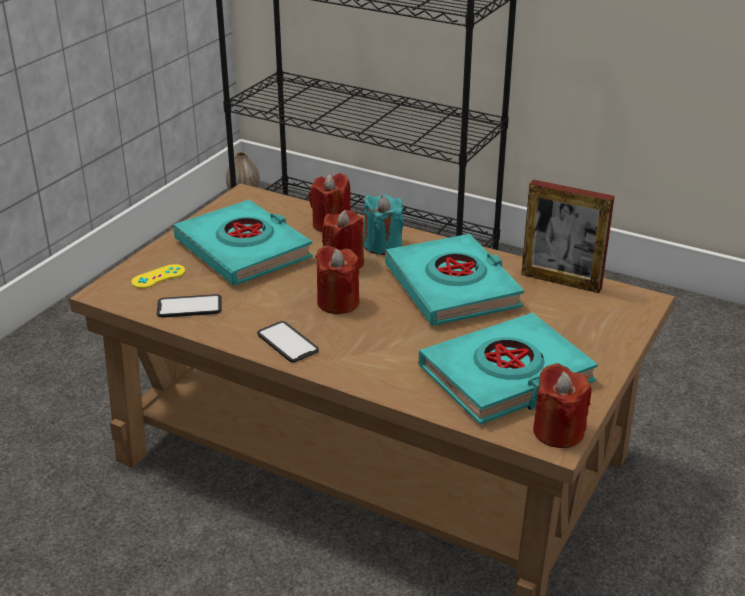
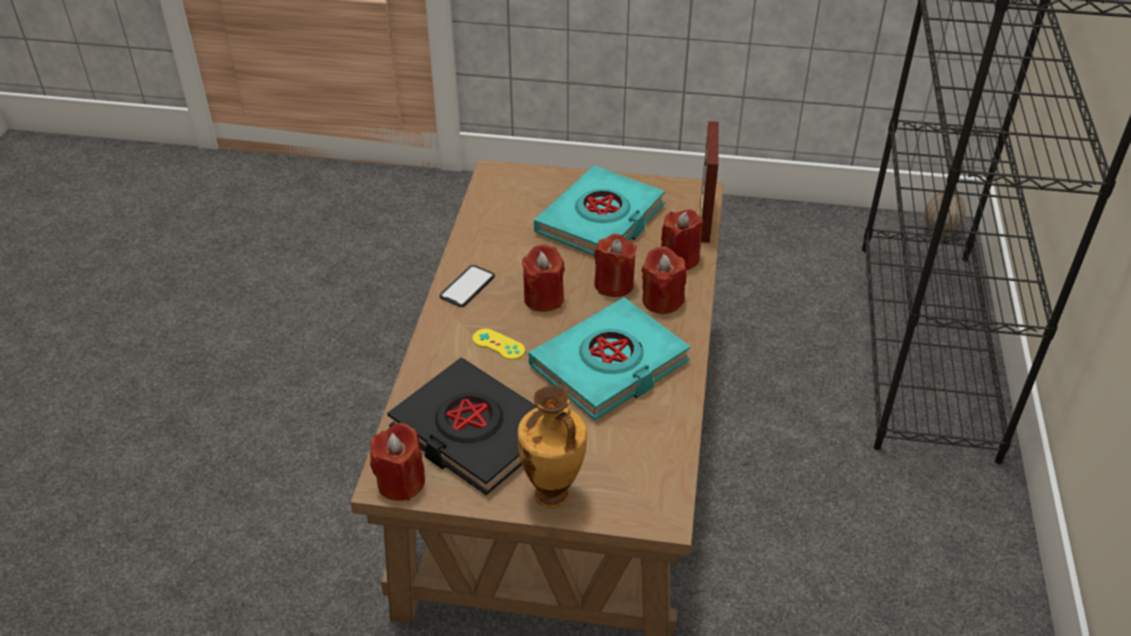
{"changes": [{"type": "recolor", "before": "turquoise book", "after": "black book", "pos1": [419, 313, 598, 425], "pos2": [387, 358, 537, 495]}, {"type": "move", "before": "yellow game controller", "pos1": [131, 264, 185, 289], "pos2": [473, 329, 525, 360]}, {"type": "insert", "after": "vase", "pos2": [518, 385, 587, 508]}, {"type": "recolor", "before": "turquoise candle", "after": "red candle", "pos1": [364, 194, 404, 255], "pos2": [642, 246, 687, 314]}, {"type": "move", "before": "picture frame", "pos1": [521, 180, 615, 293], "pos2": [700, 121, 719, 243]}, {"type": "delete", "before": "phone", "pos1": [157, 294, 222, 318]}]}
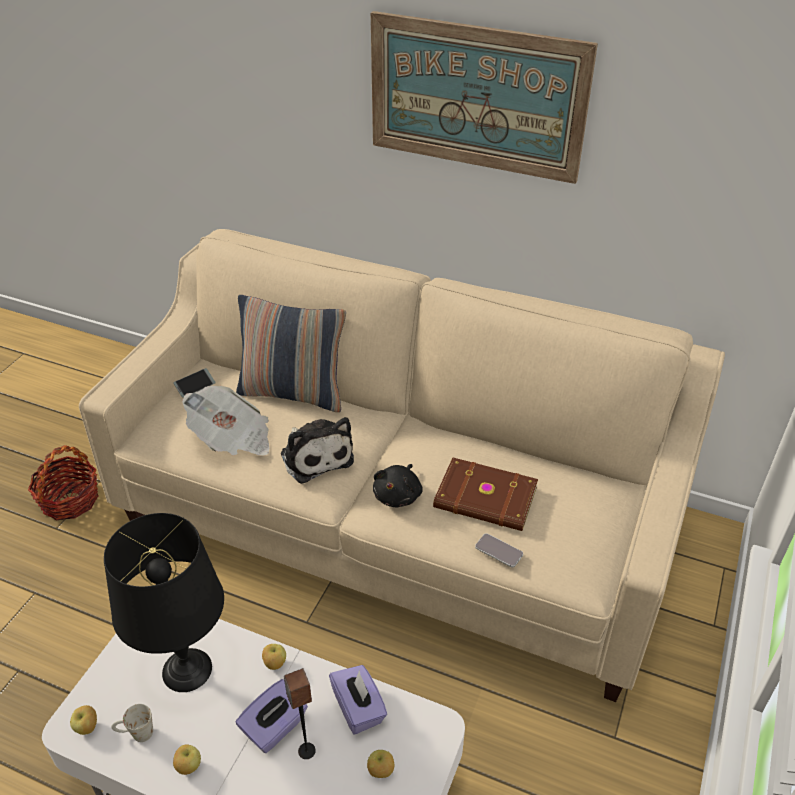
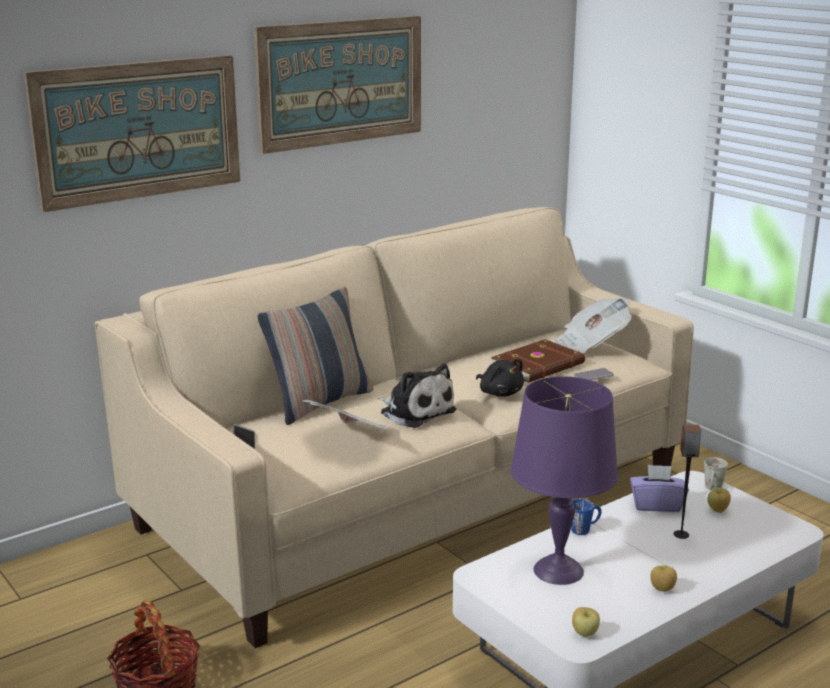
{"changes": [{"type": "insert", "after": "picture", "pos2": [24, 55, 240, 212]}, {"type": "rotate", "before": "plush toy", "pos1": [281, 417, 354, 484], "pos2": [378, 364, 456, 428], "turn": 45}, {"type": "recolor", "before": "black table lamp", "after": "purple table lamp", "pos1": [104, 513, 224, 692], "pos2": [511, 376, 618, 585]}, {"type": "insert", "after": "newspaper", "pos2": [553, 298, 632, 353]}, {"type": "replace", "before": "apple", "after": "blue mug", "pos1": [262, 644, 286, 670], "pos2": [571, 499, 602, 535]}, {"type": "move", "before": "white mug", "pos1": [111, 704, 153, 742], "pos2": [704, 457, 728, 490]}, {"type": "delete", "before": "purple tissue box", "pos1": [236, 679, 308, 753]}]}
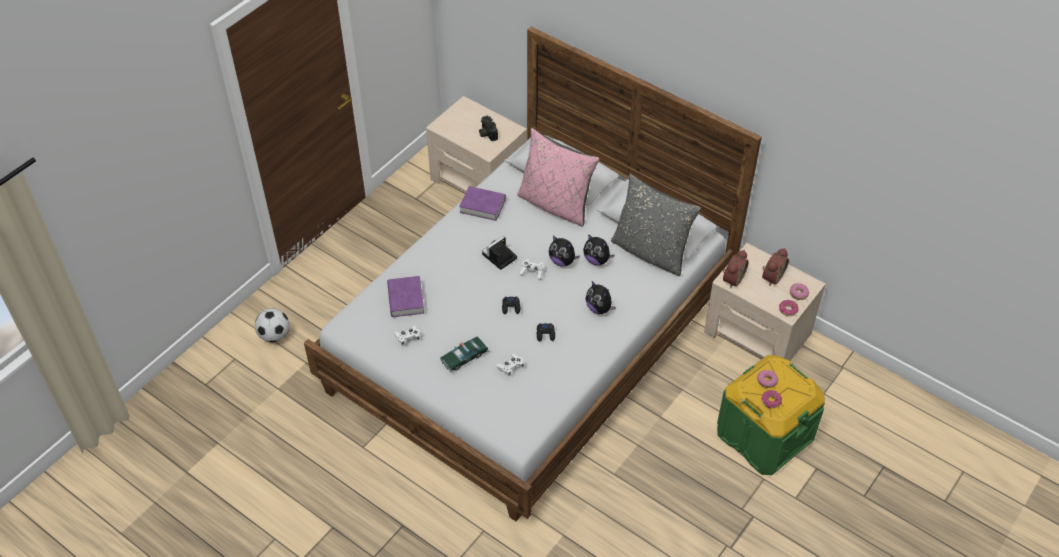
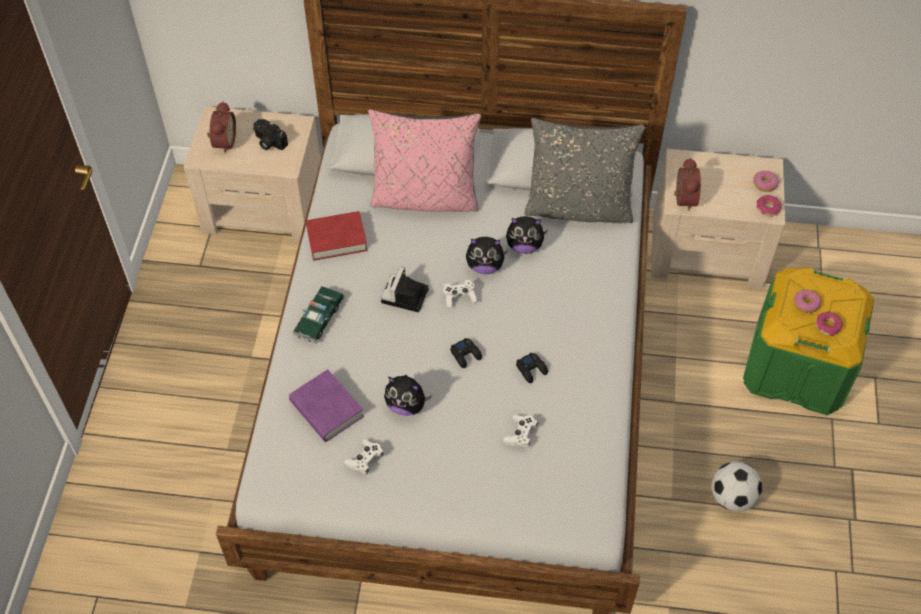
{"changes": [{"type": "move", "before": "alarm clock", "pos1": [762, 248, 789, 286], "pos2": [207, 101, 236, 154]}, {"type": "move", "before": "toy car", "pos1": [440, 336, 489, 373], "pos2": [293, 286, 345, 343]}, {"type": "recolor", "before": "purple book", "after": "red book", "pos1": [459, 186, 506, 221], "pos2": [306, 211, 368, 261]}, {"type": "move", "before": "plush toy", "pos1": [586, 281, 616, 314], "pos2": [384, 375, 432, 416]}, {"type": "move", "before": "football", "pos1": [255, 308, 289, 343], "pos2": [711, 462, 762, 511]}]}
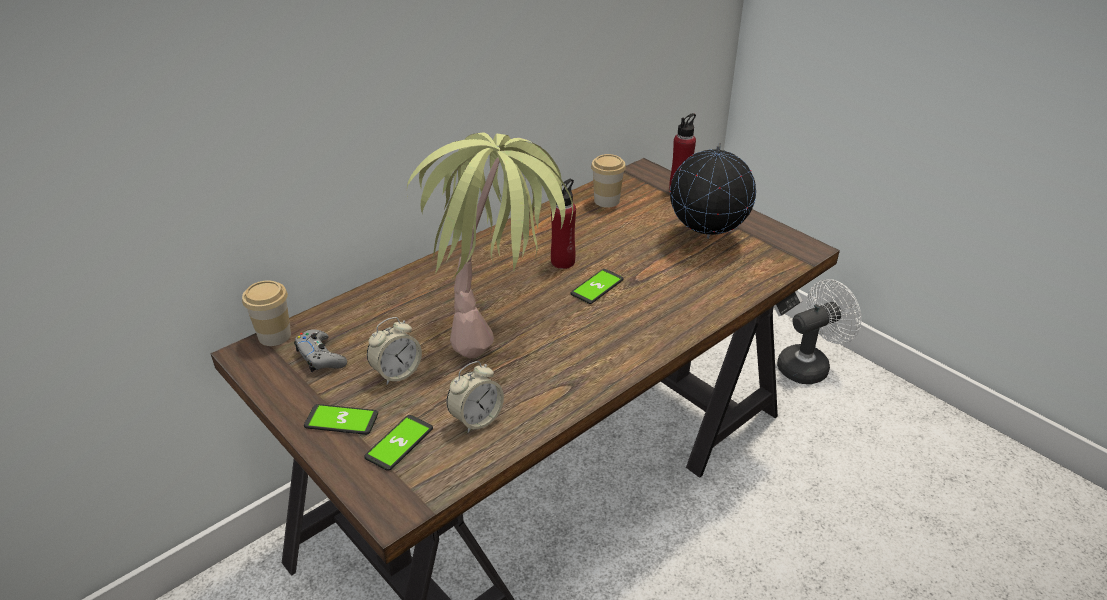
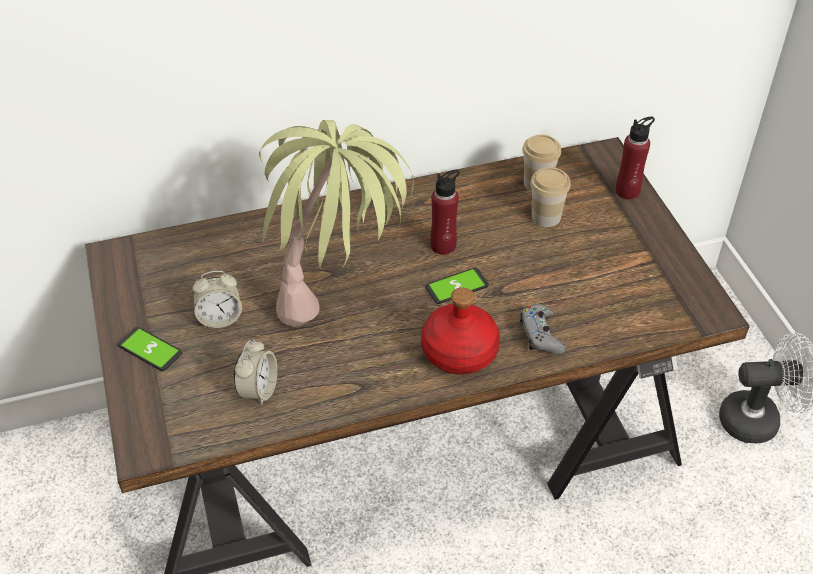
{"changes": [{"type": "rotate", "before": "alarm clock", "pos1": [446, 361, 504, 433], "pos2": [234, 339, 277, 406], "turn": -60}, {"type": "insert", "after": "red bottle", "pos2": [421, 288, 500, 374]}, {"type": "move", "before": "grey game controller", "pos1": [294, 329, 347, 372], "pos2": [520, 304, 565, 354]}, {"type": "move", "before": "cup", "pos1": [242, 280, 291, 346], "pos2": [530, 167, 571, 227]}, {"type": "delete", "before": "phone", "pos1": [364, 415, 433, 471]}, {"type": "delete", "before": "globe", "pos1": [670, 143, 756, 239]}]}
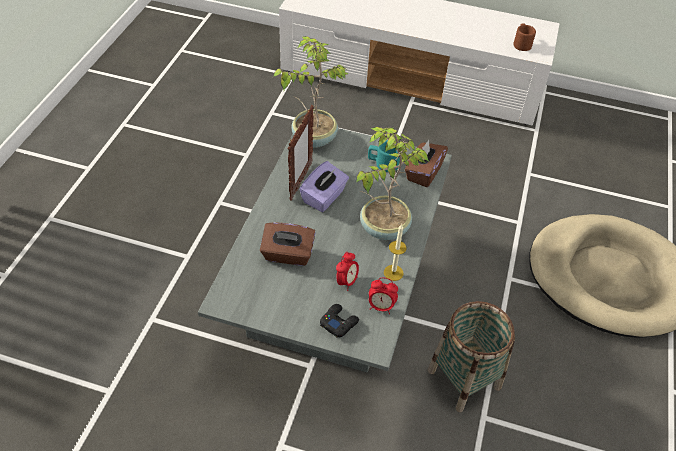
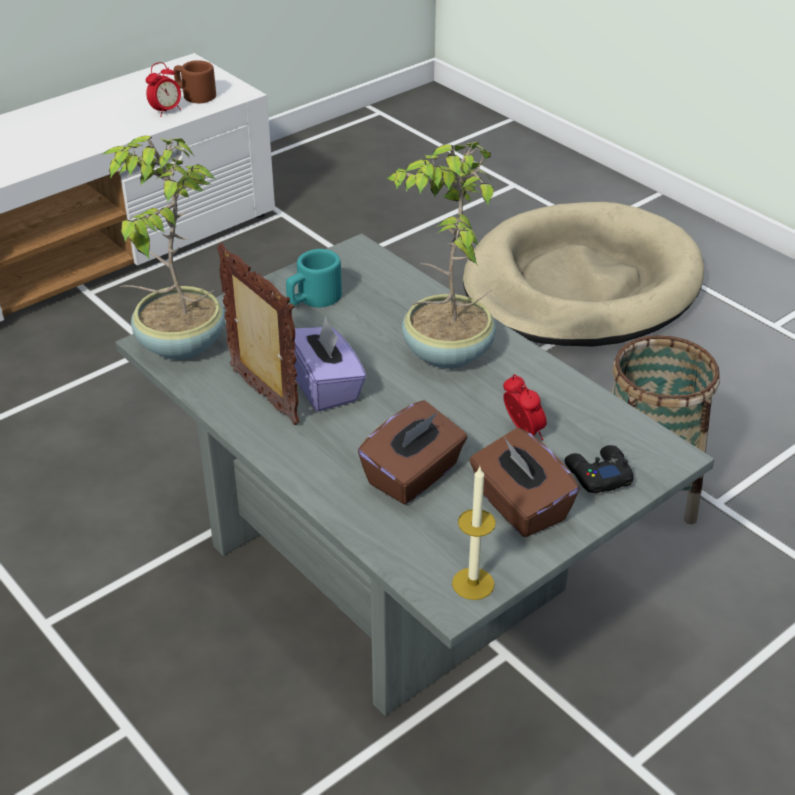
{"changes": [{"type": "move", "before": "alarm clock", "pos1": [369, 277, 398, 314], "pos2": [146, 62, 181, 117]}, {"type": "move", "before": "candle", "pos1": [384, 224, 407, 281], "pos2": [452, 467, 496, 600]}, {"type": "move", "before": "brown tissue box", "pos1": [405, 140, 448, 187], "pos2": [469, 428, 580, 537]}]}
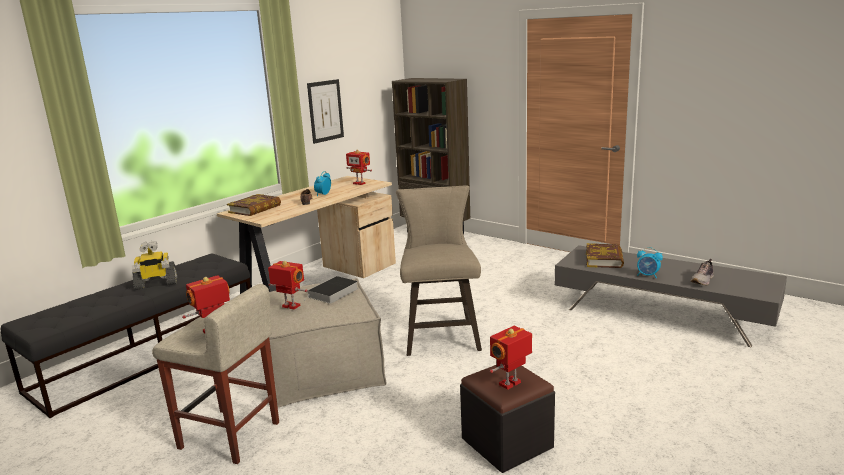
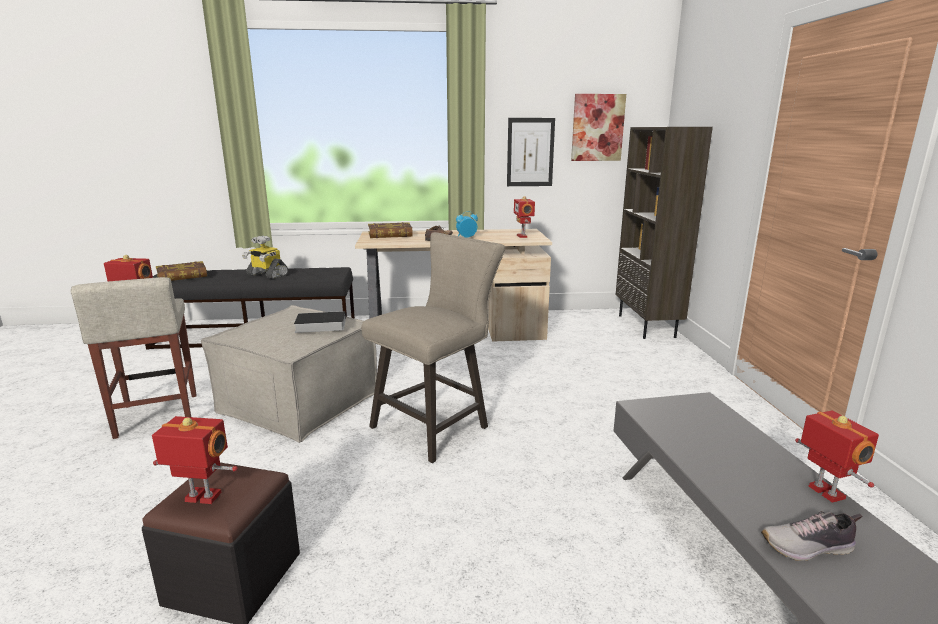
{"changes": [{"type": "move", "before": "book", "pos1": [586, 243, 624, 268], "pos2": [156, 261, 207, 281]}, {"type": "insert", "after": "picture", "pos2": [571, 94, 626, 161]}, {"type": "move", "before": "toy robot", "pos1": [268, 261, 308, 310], "pos2": [795, 411, 879, 503]}, {"type": "delete", "before": "alarm clock", "pos1": [637, 247, 663, 278]}]}
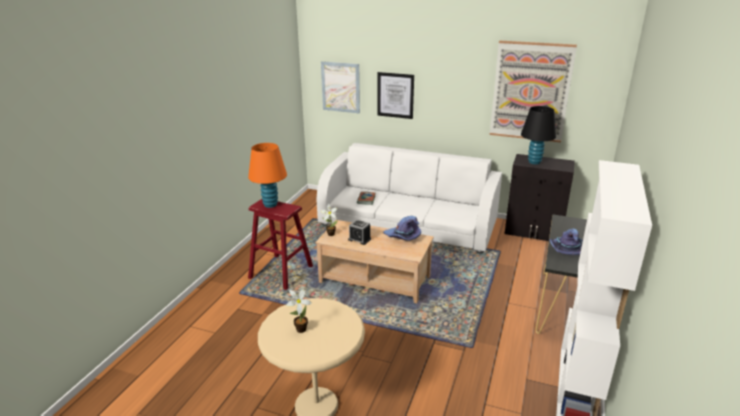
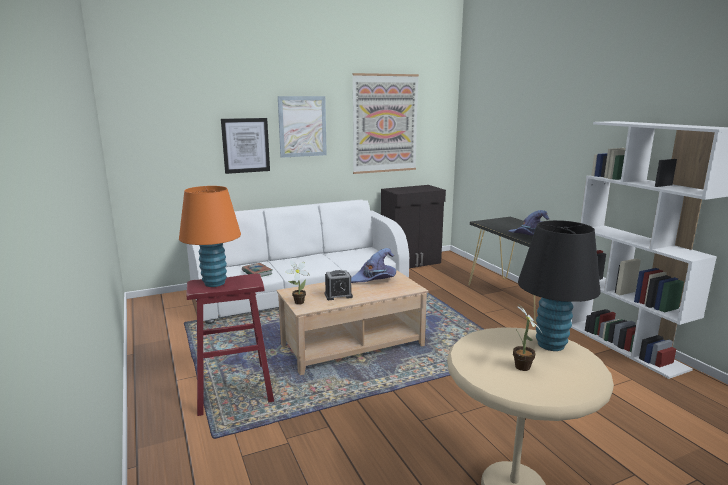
{"changes": [{"type": "move", "before": "picture", "pos1": [321, 61, 360, 113], "pos2": [278, 96, 327, 158]}, {"type": "move", "before": "black table lamp", "pos1": [521, 106, 556, 164], "pos2": [518, 220, 601, 351]}]}
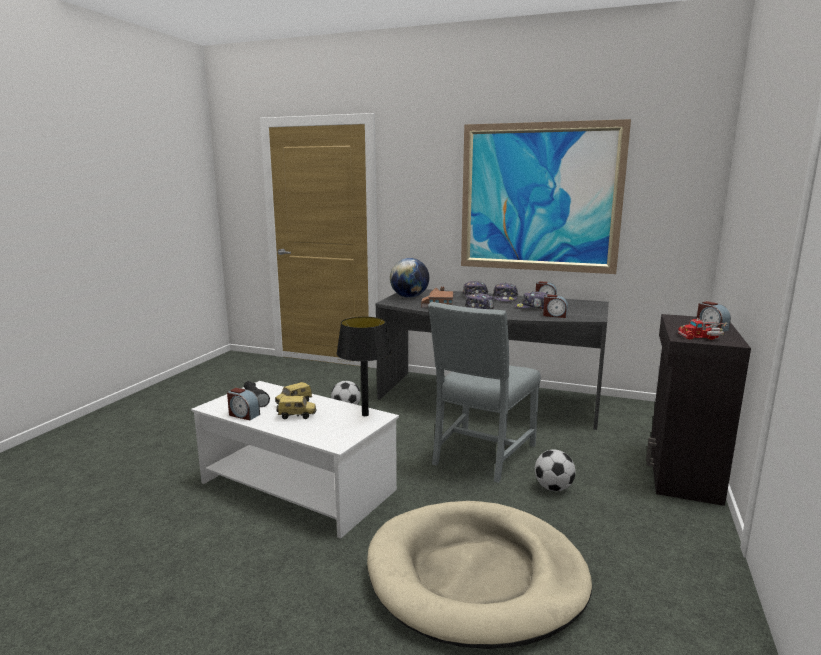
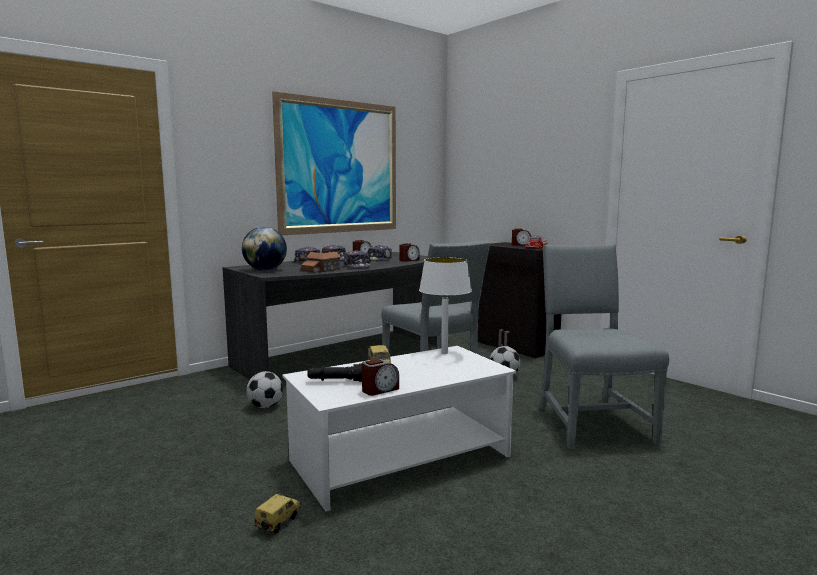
{"changes": [{"type": "move", "before": "toy car", "pos1": [276, 396, 316, 419], "pos2": [254, 494, 301, 534]}, {"type": "recolor", "before": "black table lamp", "after": "white table lamp", "pos1": [336, 317, 391, 416], "pos2": [419, 257, 472, 354]}, {"type": "replace", "before": "beige dog bed", "after": "grey chair", "pos1": [367, 501, 592, 649], "pos2": [540, 244, 669, 449]}]}
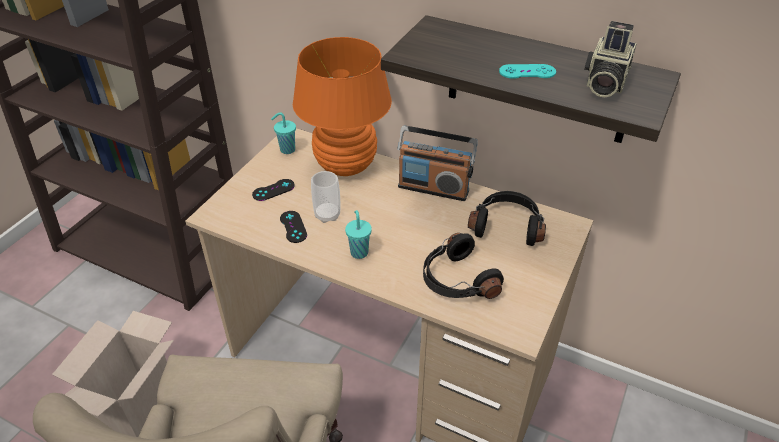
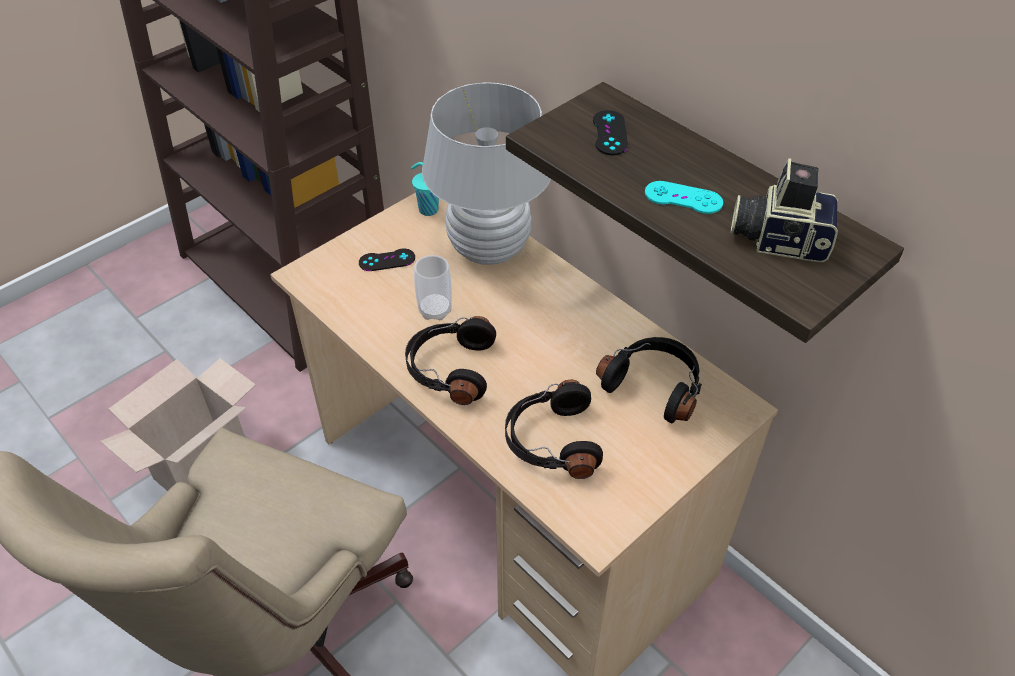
{"changes": [{"type": "replace", "before": "turquoise cup", "after": "black headphones", "pos1": [345, 210, 372, 259], "pos2": [405, 316, 496, 405]}, {"type": "recolor", "before": "orange table lamp", "after": "white table lamp", "pos1": [293, 37, 392, 176], "pos2": [422, 82, 551, 265]}, {"type": "move", "before": "black game controller", "pos1": [280, 211, 307, 243], "pos2": [593, 110, 628, 155]}, {"type": "rotate", "before": "photo camera", "pos1": [585, 21, 637, 97], "pos2": [731, 158, 838, 262], "turn": 60}, {"type": "delete", "before": "radio", "pos1": [397, 125, 478, 201]}]}
